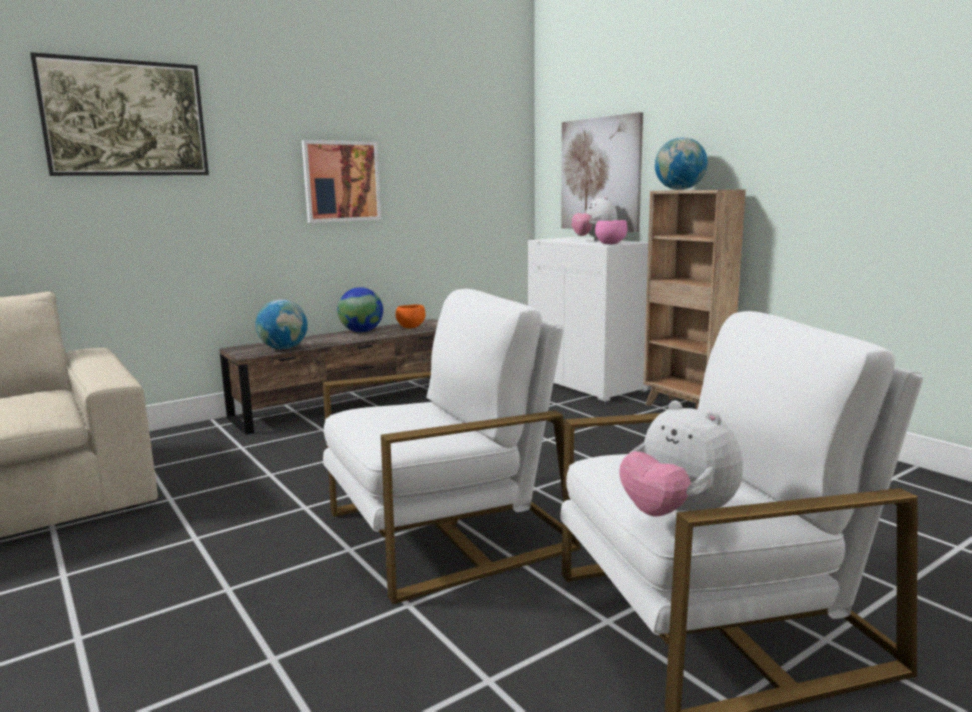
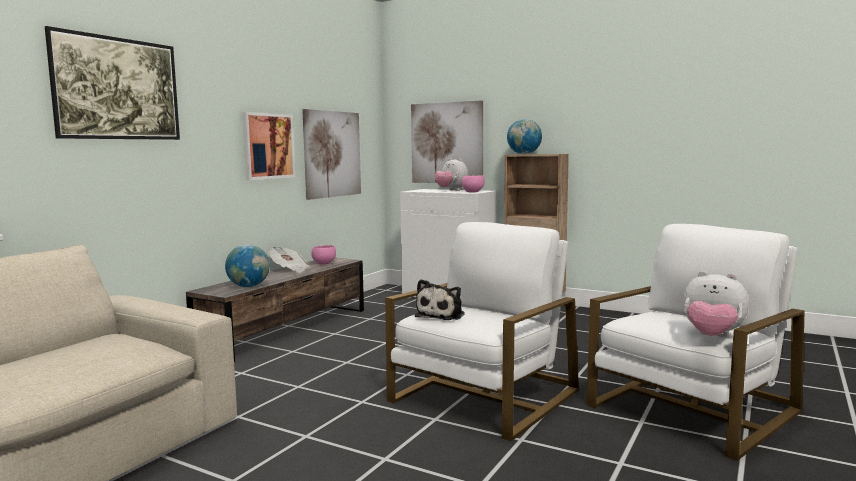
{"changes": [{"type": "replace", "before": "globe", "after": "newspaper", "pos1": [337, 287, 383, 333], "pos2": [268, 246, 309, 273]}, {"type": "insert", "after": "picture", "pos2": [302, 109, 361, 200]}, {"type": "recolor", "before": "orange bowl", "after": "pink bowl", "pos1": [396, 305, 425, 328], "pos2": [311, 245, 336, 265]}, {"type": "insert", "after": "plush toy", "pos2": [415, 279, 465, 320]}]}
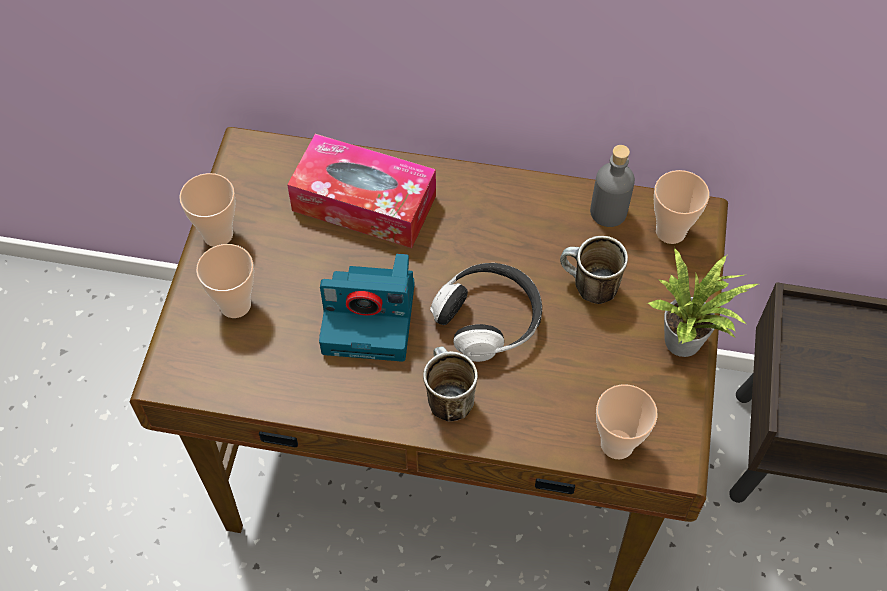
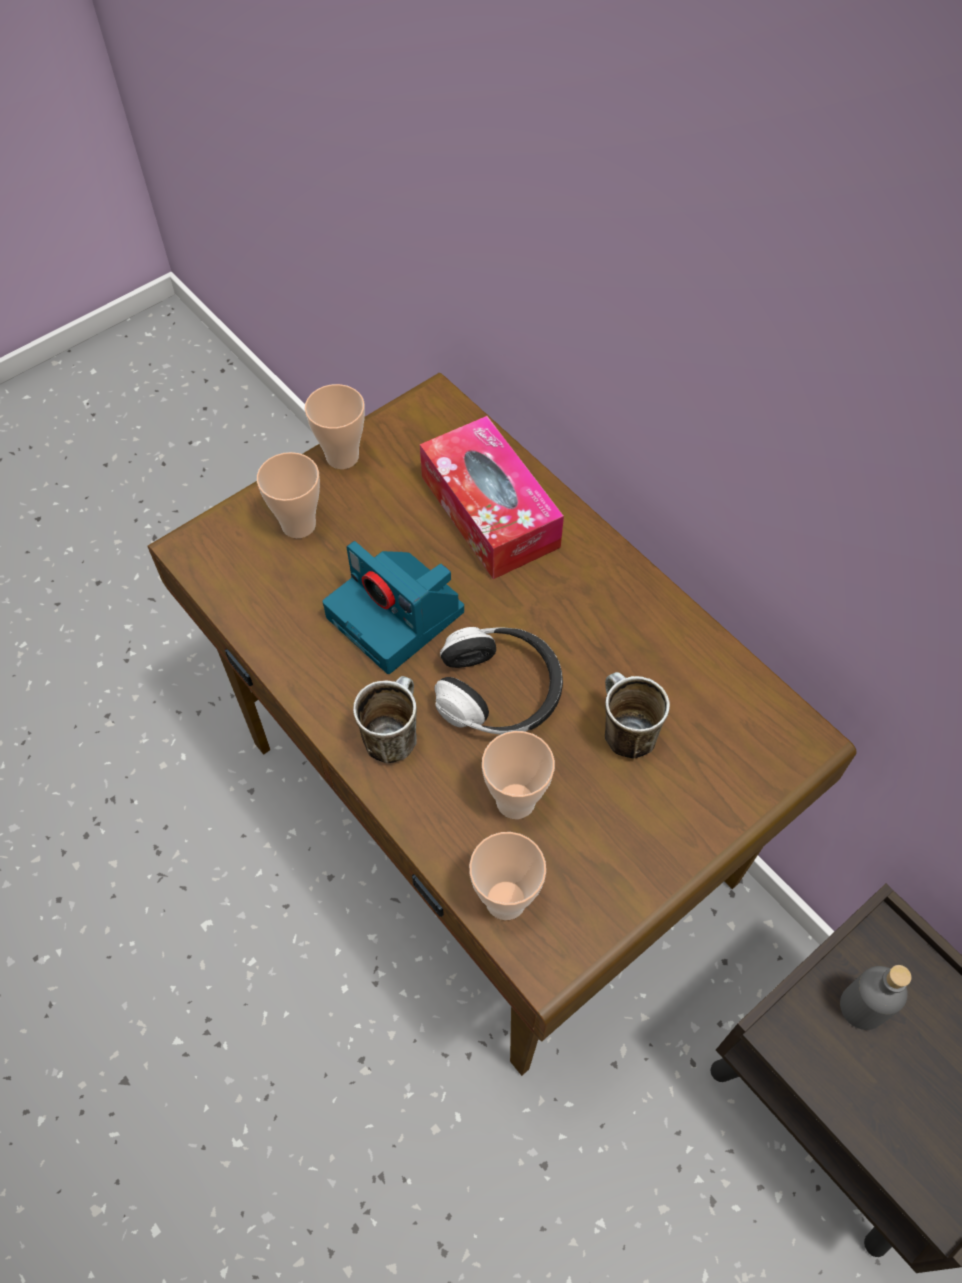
{"changes": [{"type": "move", "before": "cup", "pos1": [654, 170, 709, 244], "pos2": [482, 731, 555, 819]}, {"type": "move", "before": "grey bottle", "pos1": [590, 145, 635, 227], "pos2": [840, 965, 911, 1030]}, {"type": "delete", "before": "potted plant", "pos1": [647, 247, 758, 357]}]}
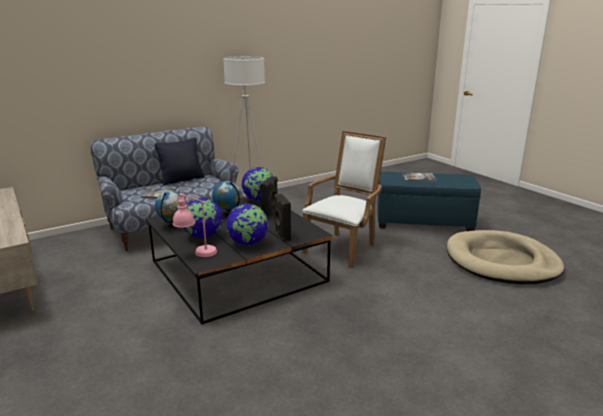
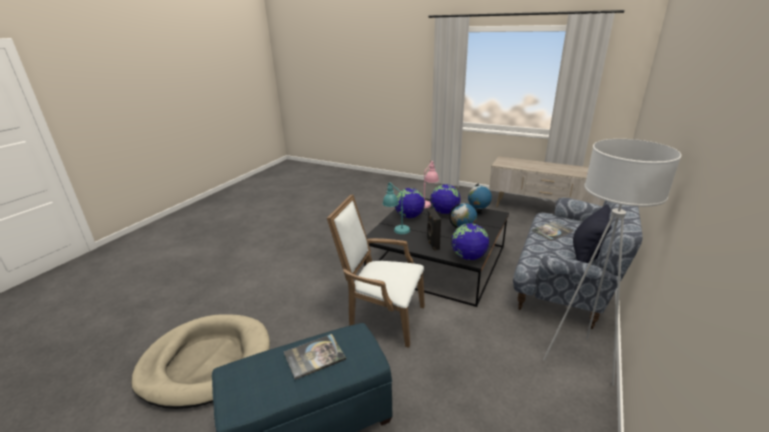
{"changes": [{"type": "rotate", "before": "white armchair", "pos1": [302, 130, 386, 268], "pos2": [327, 194, 425, 348], "turn": 105}, {"type": "replace", "before": "black speaker", "after": "turquoise table lamp", "pos1": [274, 194, 291, 242], "pos2": [383, 182, 410, 234]}]}
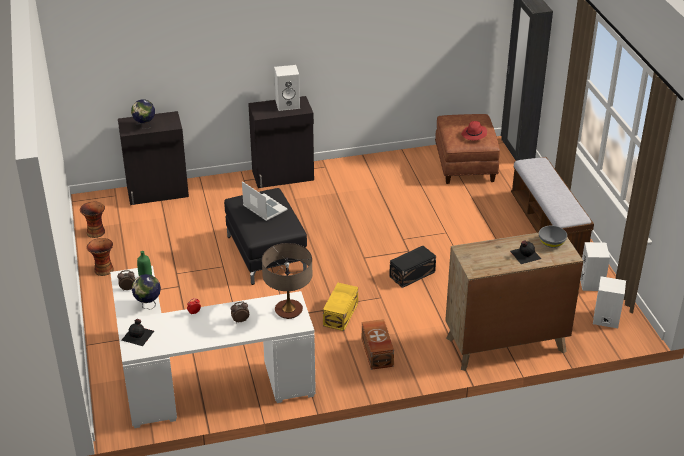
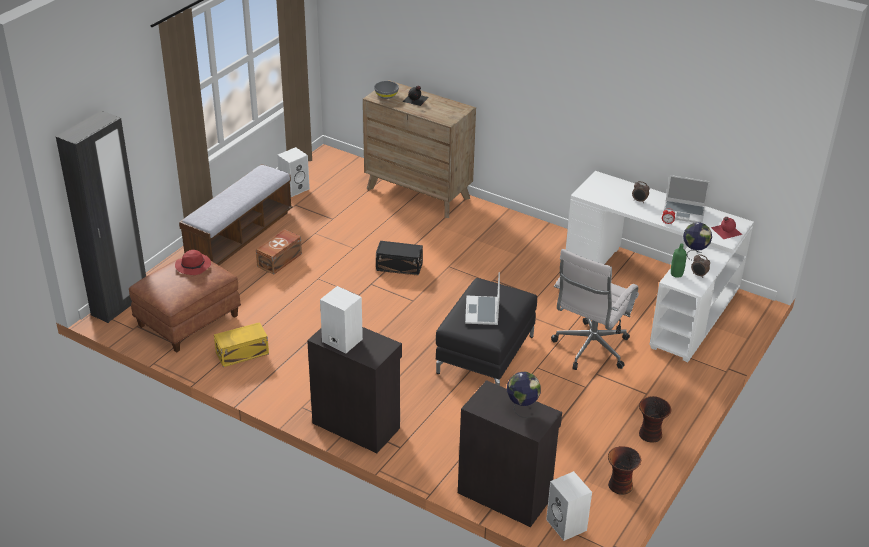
{"changes": [{"type": "move", "before": "yellow storage box", "pos1": [323, 283, 358, 331], "pos2": [214, 322, 269, 367]}, {"type": "move", "before": "brown storage box", "pos1": [362, 319, 394, 370], "pos2": [256, 229, 302, 275]}, {"type": "move", "before": "white speaker", "pos1": [593, 276, 626, 328], "pos2": [546, 471, 592, 541]}, {"type": "insert", "after": "white office chair", "pos2": [551, 249, 639, 370]}, {"type": "insert", "after": "laptop", "pos2": [662, 175, 710, 223]}, {"type": "recolor", "before": "black bottle", "after": "red bottle", "pos1": [122, 319, 154, 346], "pos2": [711, 217, 742, 239]}, {"type": "delete", "before": "table lamp", "pos1": [262, 243, 312, 319]}]}
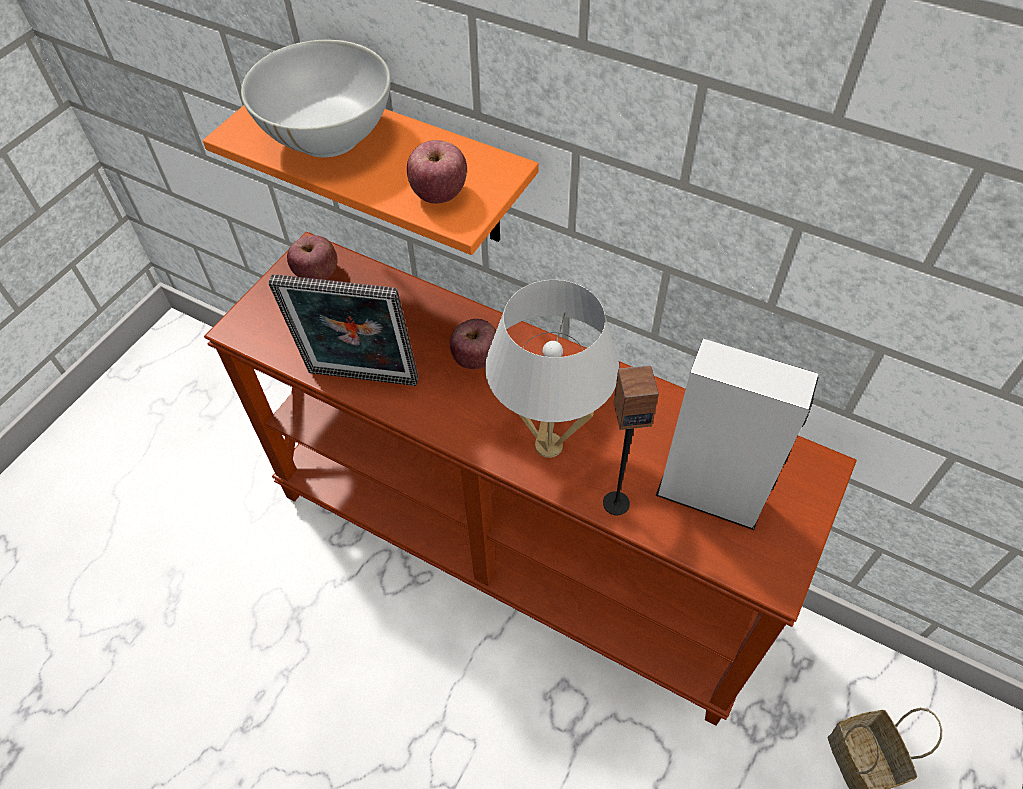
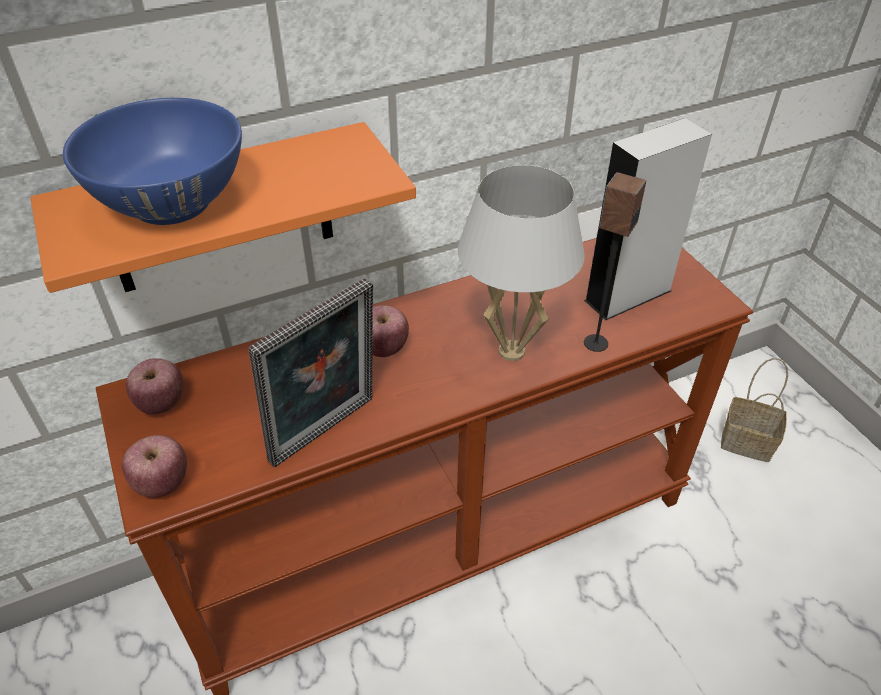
{"changes": [{"type": "recolor", "before": "white bowl", "after": "blue bowl", "pos1": [241, 40, 391, 158], "pos2": [63, 98, 242, 225]}, {"type": "move", "before": "apple", "pos1": [407, 140, 467, 204], "pos2": [122, 435, 187, 498]}]}
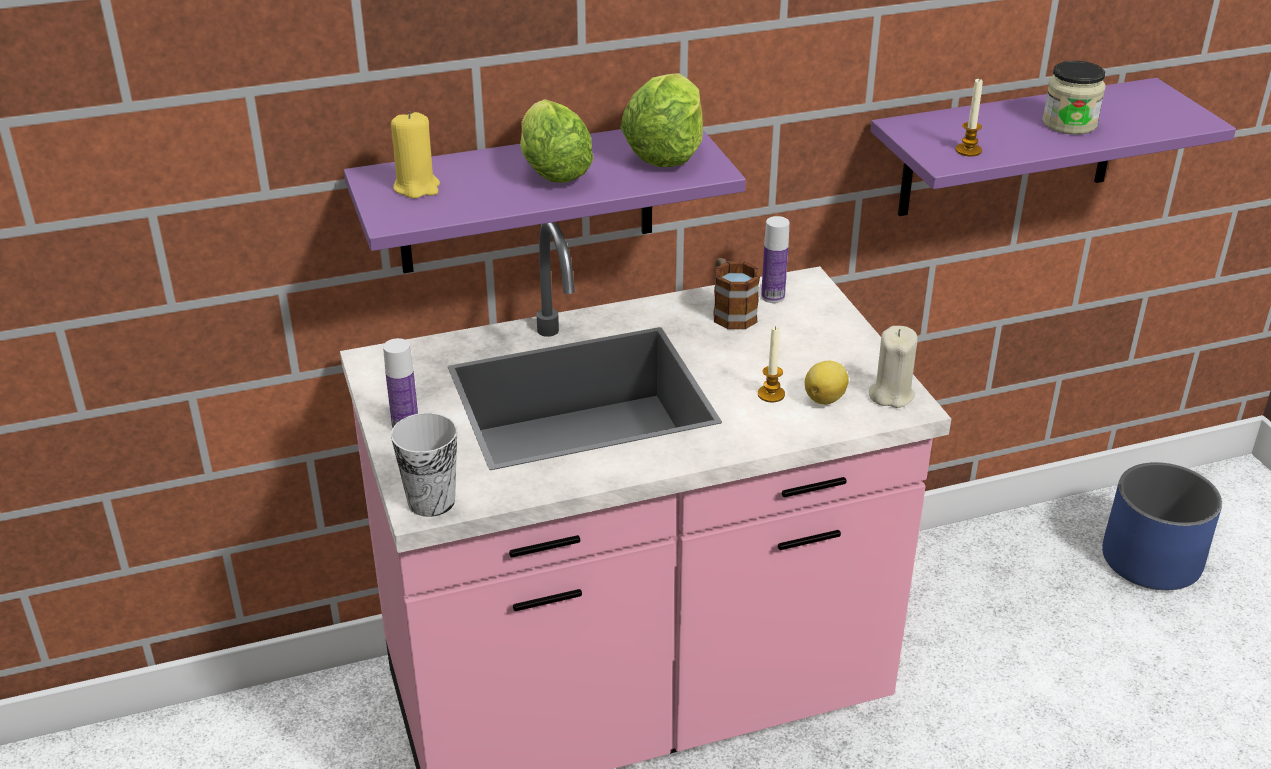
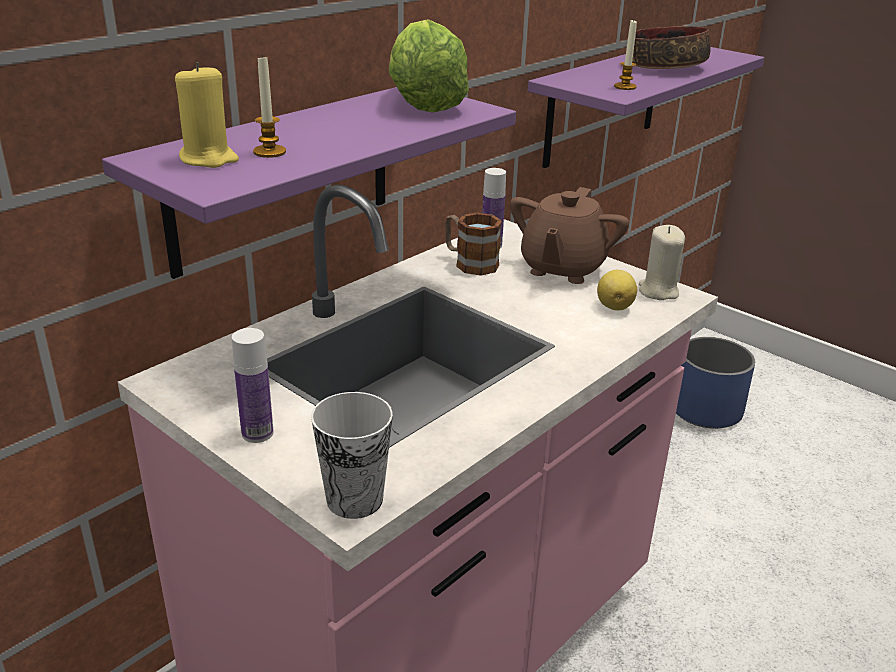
{"changes": [{"type": "move", "before": "candle", "pos1": [758, 326, 785, 402], "pos2": [253, 54, 286, 158]}, {"type": "insert", "after": "brown teapot", "pos2": [510, 187, 629, 284]}, {"type": "replace", "before": "jar", "after": "bowl", "pos1": [1042, 61, 1105, 135], "pos2": [632, 26, 710, 69]}, {"type": "delete", "before": "lettuce", "pos1": [520, 99, 594, 183]}]}
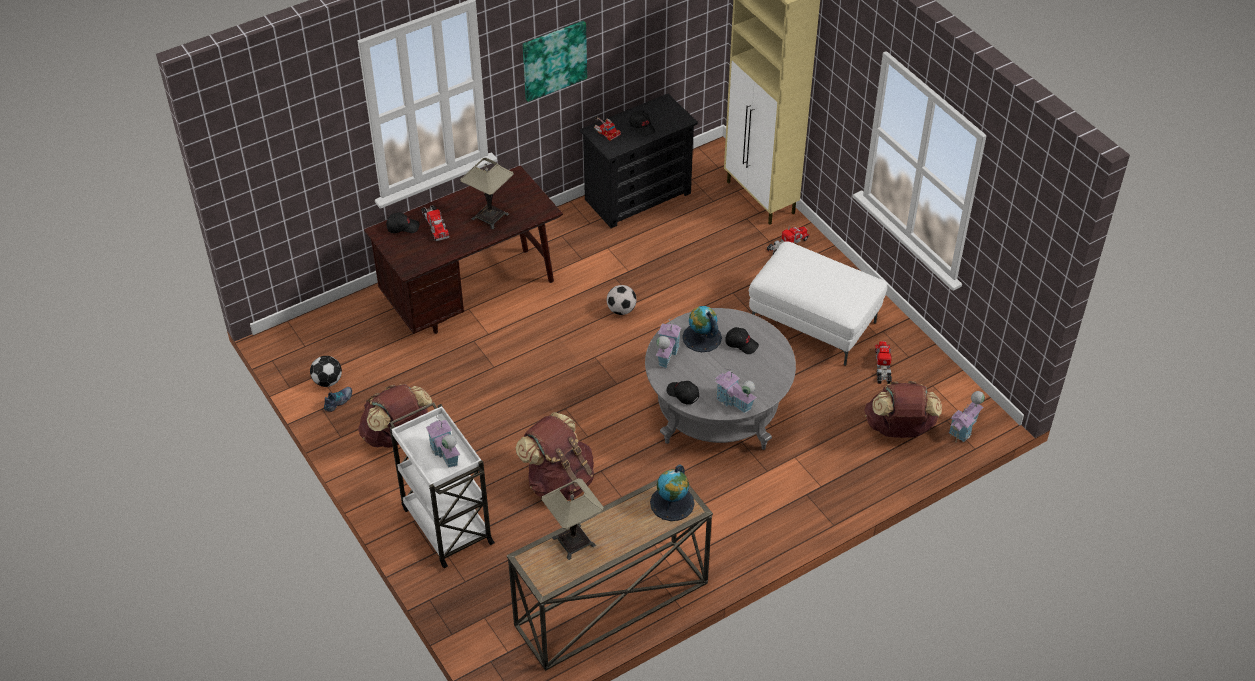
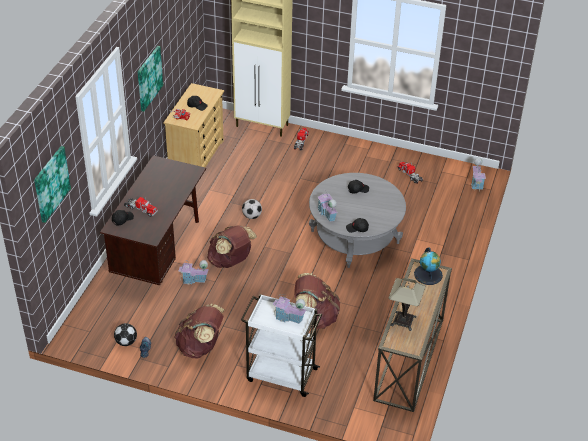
{"changes": [{"type": "insert", "after": "picture", "pos2": [34, 146, 71, 223]}, {"type": "recolor", "before": "black dresser", "after": "beige dresser", "pos1": [580, 94, 698, 228], "pos2": [163, 83, 224, 168]}, {"type": "move", "before": "toy house", "pos1": [715, 366, 757, 413], "pos2": [178, 260, 209, 285]}, {"type": "move", "before": "brown backpack", "pos1": [864, 381, 942, 438], "pos2": [207, 225, 257, 268]}, {"type": "delete", "before": "table lamp", "pos1": [460, 158, 514, 229]}, {"type": "delete", "before": "globe", "pos1": [682, 306, 722, 352]}, {"type": "delete", "before": "white ottoman", "pos1": [749, 241, 887, 366]}]}
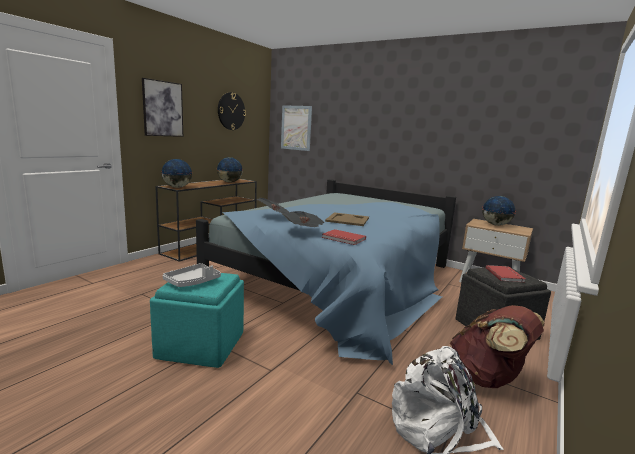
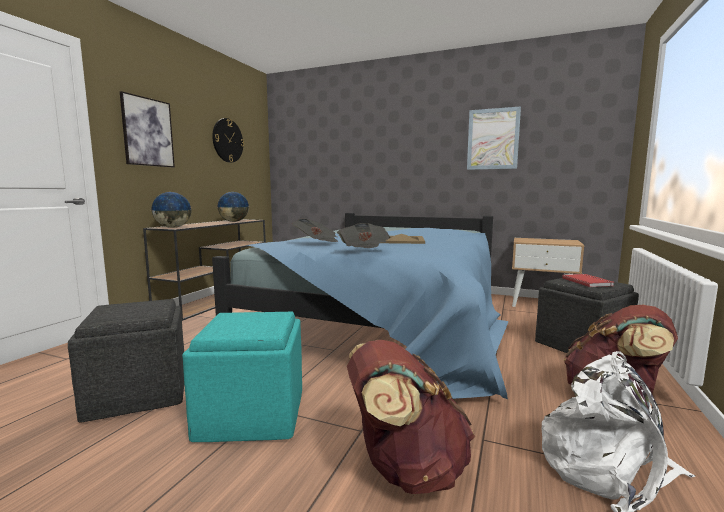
{"changes": [{"type": "insert", "after": "grey ottoman", "pos2": [68, 299, 184, 422]}, {"type": "insert", "after": "brown backpack", "pos2": [347, 340, 475, 494]}, {"type": "move", "before": "picture", "pos1": [281, 105, 312, 151], "pos2": [467, 106, 521, 170]}, {"type": "delete", "before": "grey tray", "pos1": [163, 263, 221, 287]}, {"type": "delete", "before": "red book", "pos1": [322, 229, 366, 245]}, {"type": "delete", "before": "globe", "pos1": [482, 196, 516, 226]}]}
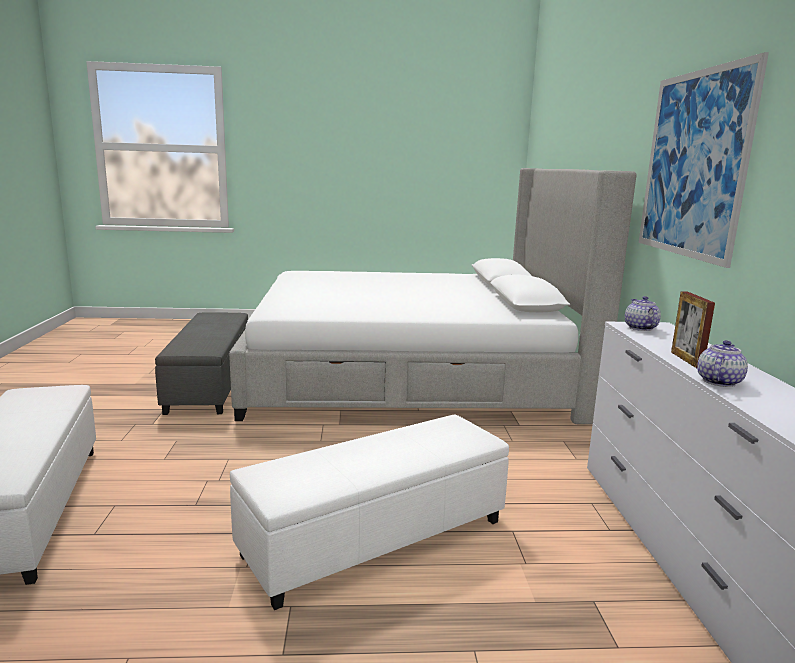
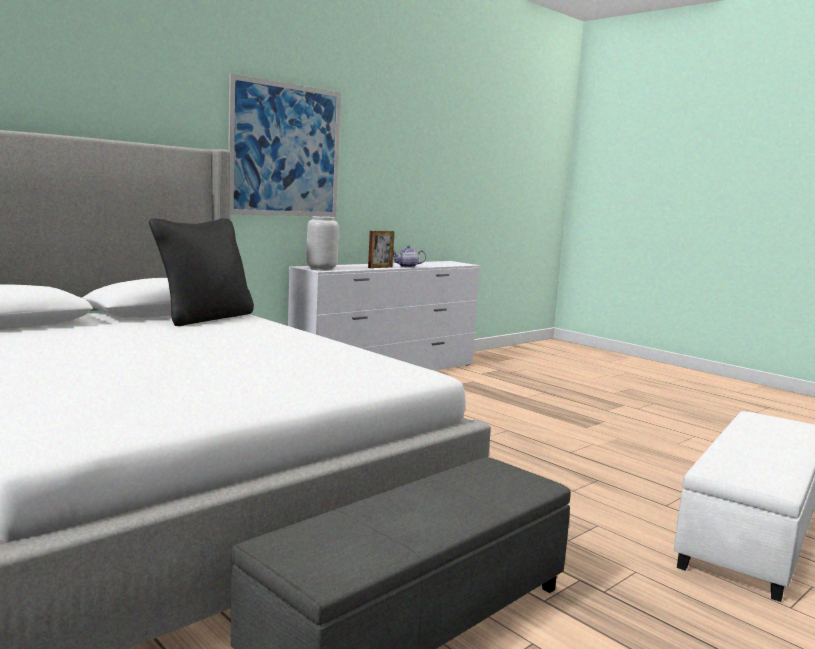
{"changes": [{"type": "insert", "after": "black pillow", "pos2": [149, 218, 254, 326]}, {"type": "replace", "before": "teapot", "after": "grey vase", "pos1": [625, 296, 661, 331], "pos2": [306, 216, 339, 271]}, {"type": "delete", "before": "white ottoman", "pos1": [230, 415, 509, 610]}]}
